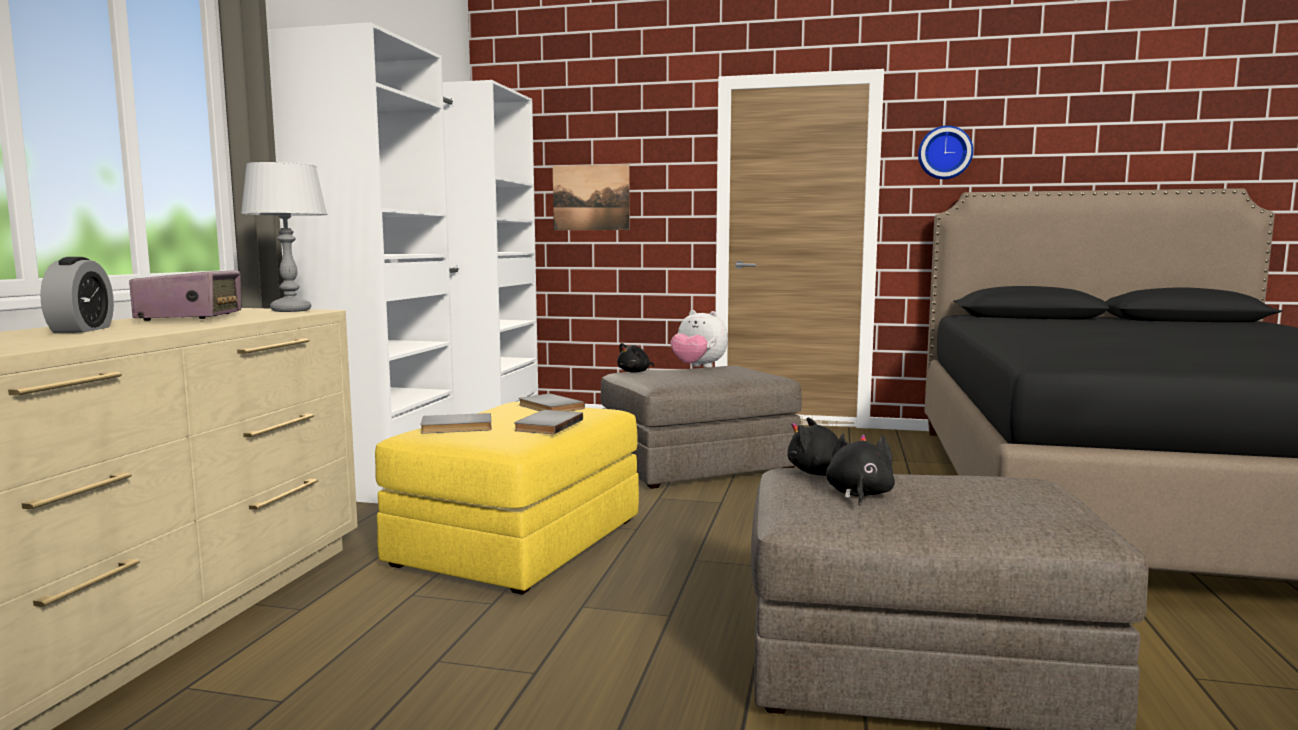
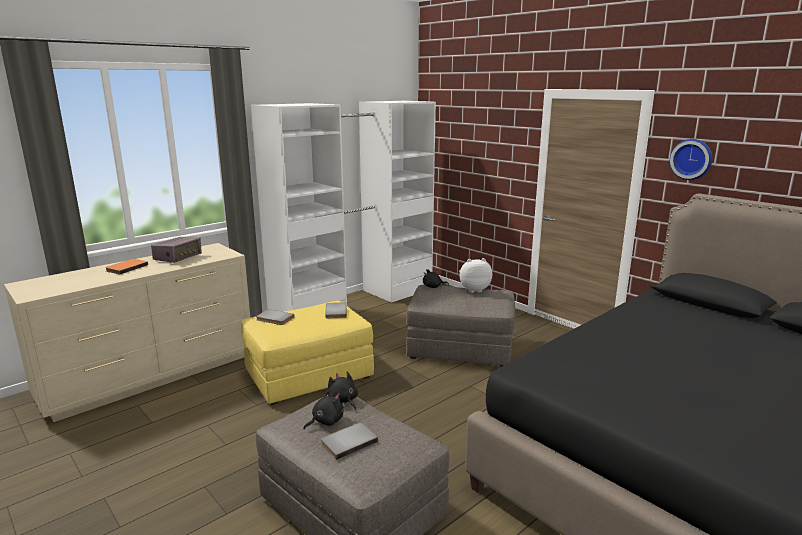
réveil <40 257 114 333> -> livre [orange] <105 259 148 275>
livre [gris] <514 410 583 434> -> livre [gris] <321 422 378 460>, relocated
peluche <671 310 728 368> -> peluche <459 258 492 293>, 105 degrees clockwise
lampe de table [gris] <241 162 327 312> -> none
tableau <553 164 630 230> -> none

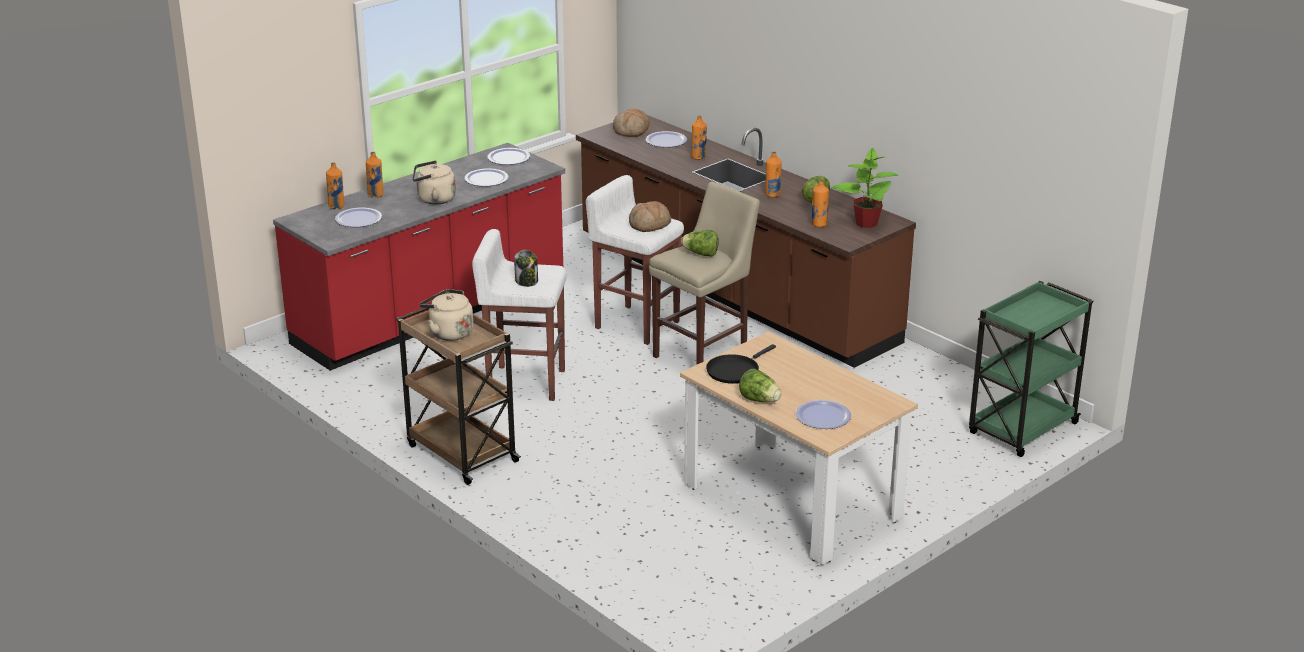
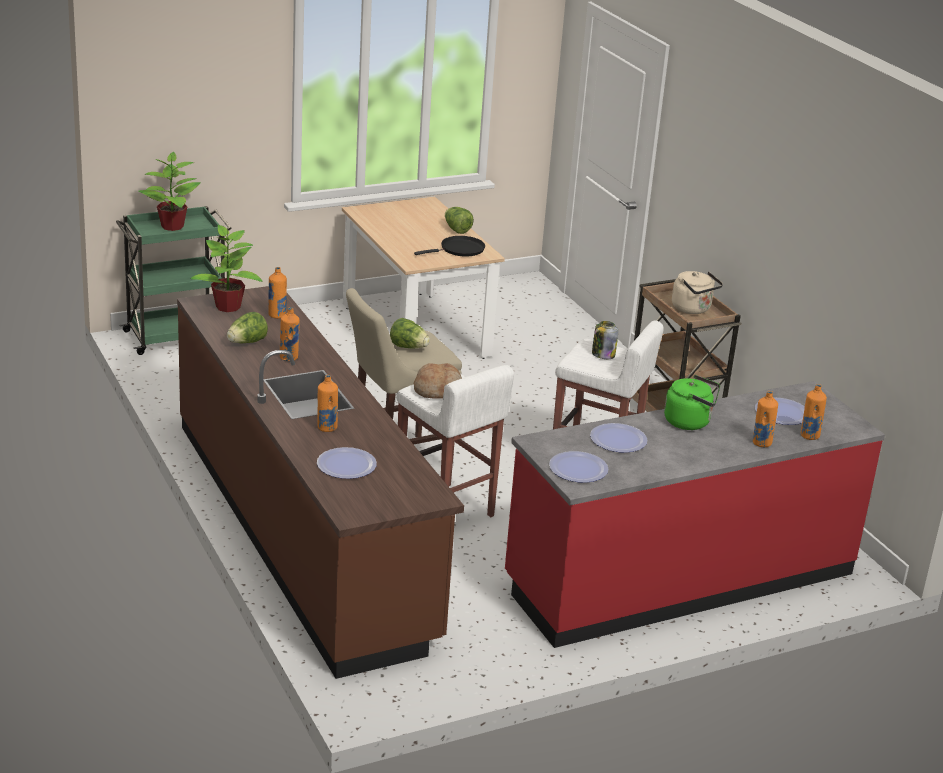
none -> plante en pot <138 152 201 231>
bouilloire [beige] <412 160 456 205> -> bouilloire [vert] <664 375 720 430>
pain <613 109 650 137> -> none
assiette <796 400 851 429> -> none

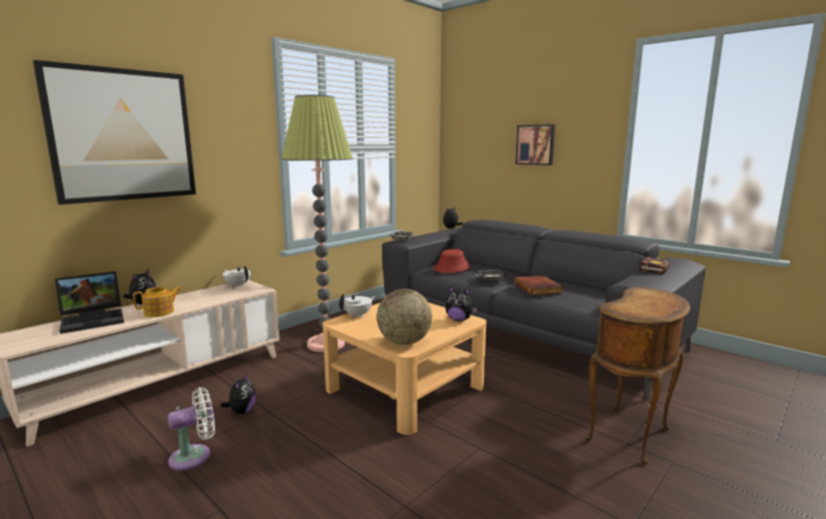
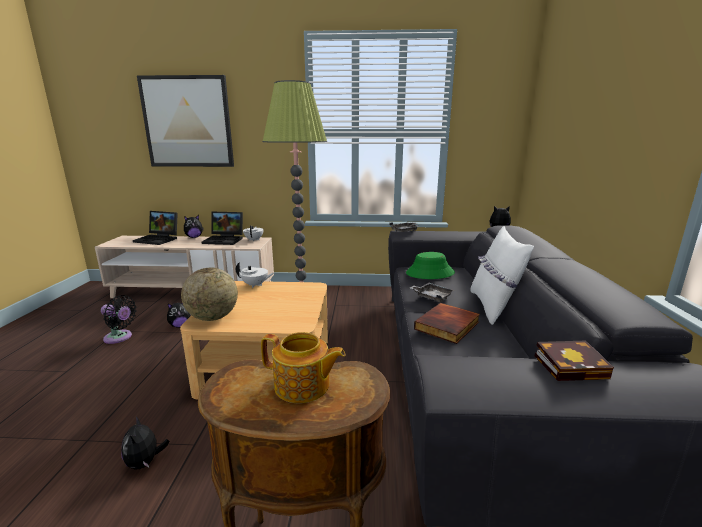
ventilateur [blanc] <168 387 215 471> -> ventilateur [noir] <101 295 137 344>
peluche <445 286 477 321> -> peluche <121 416 170 469>, relocated
none -> ordinateur portable <202 212 243 245>
théière <133 287 181 317> -> théière <261 332 346 403>, relocated
chapeau [rouge] <434 249 471 273> -> chapeau [vert] <406 252 455 279>
none -> coussin [blanc] <470 226 534 325>
tableau <516 124 555 165> -> none

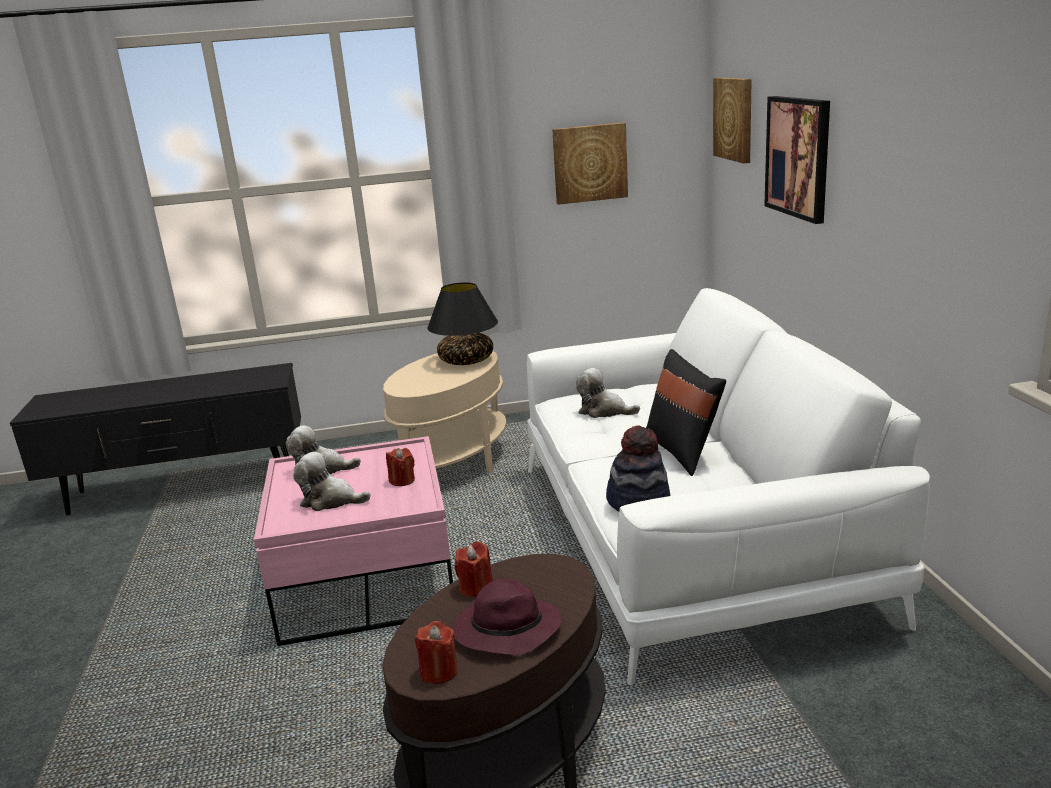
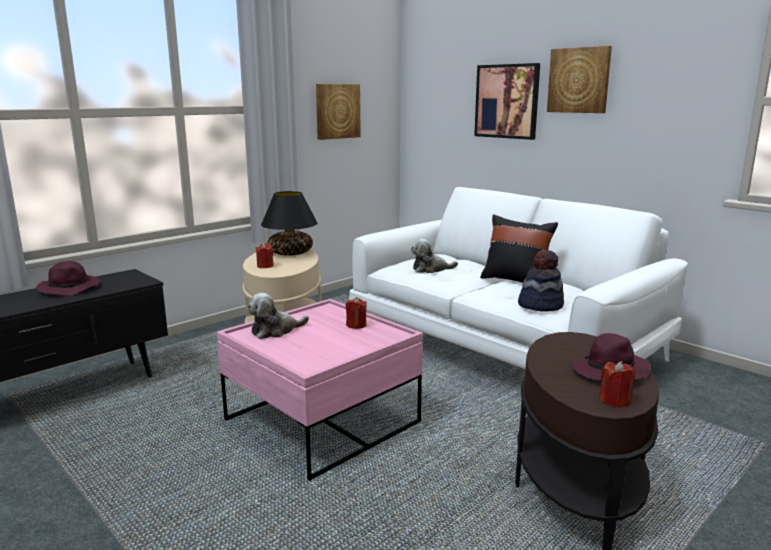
none -> chapeau [violet] <36 261 100 296>
bougie [rouge] <454 541 493 597> -> bougie [rouge] <255 243 274 268>, relocated
tableau <713 77 752 164> -> tableau <547 46 612 113>, relocated
peluche <294 452 370 511> -> none

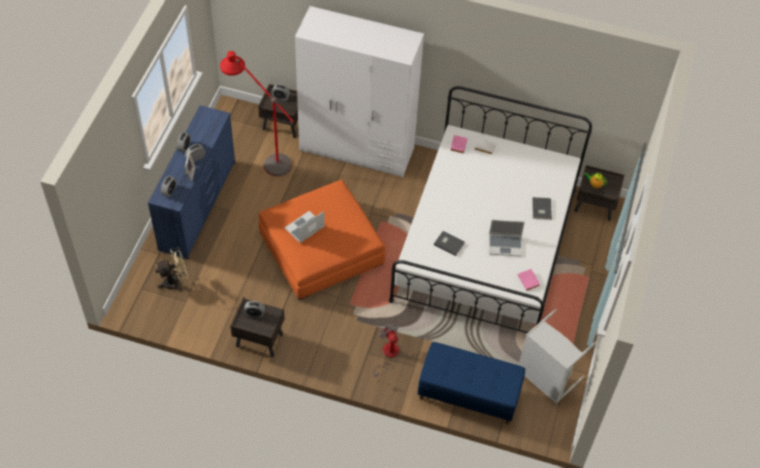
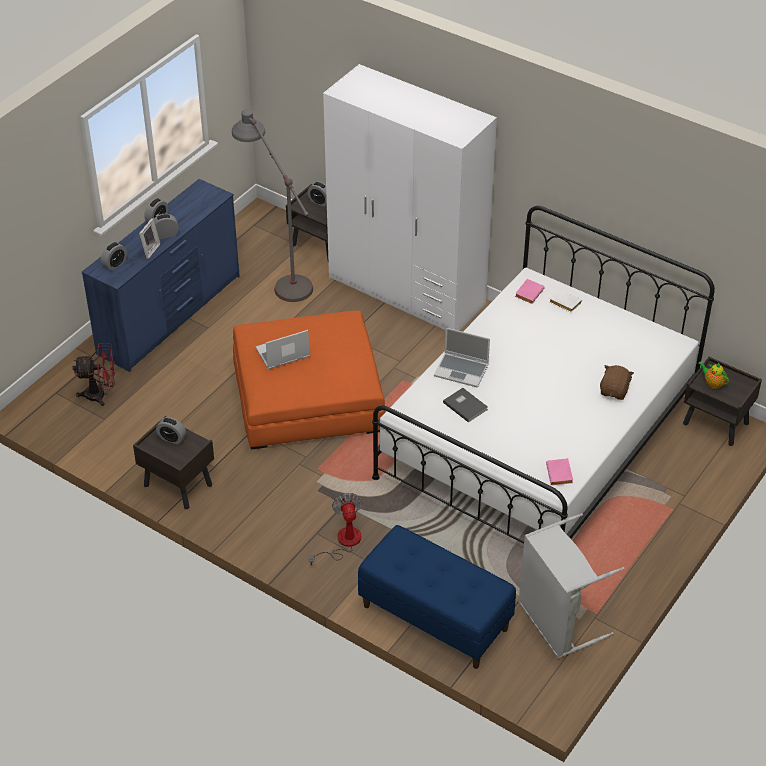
ventilateur [beige] <155 247 188 291> -> ventilateur [rouge] <73 343 115 406>
lampadaire [rouge] <220 51 294 176> -> lampadaire [gris] <232 109 313 302>
ordinateur portable <489 220 525 257> -> ordinateur portable <434 328 490 387>, relocated
livre [gris] <532 197 552 220> -> peluche [marron] <600 365 634 400>

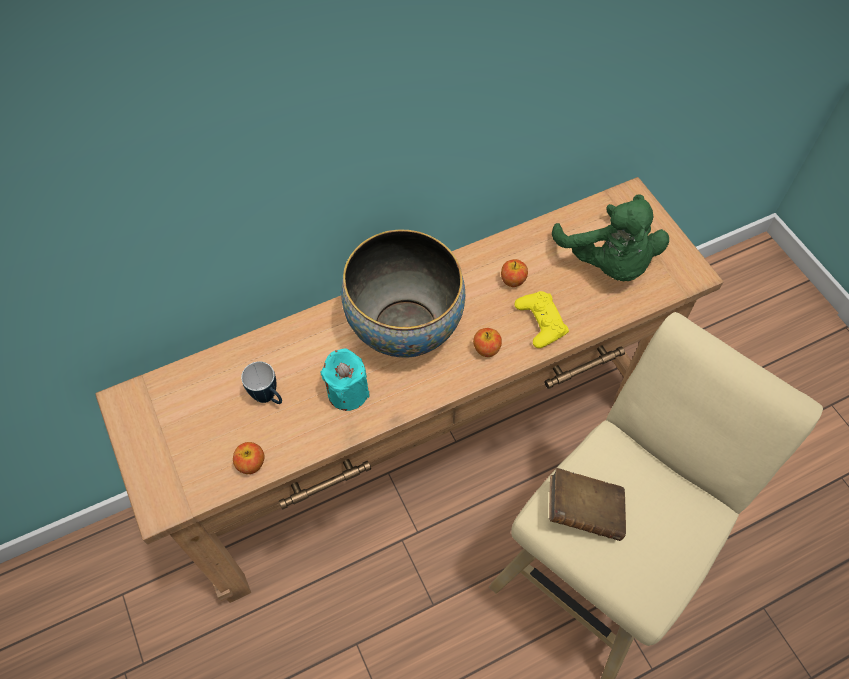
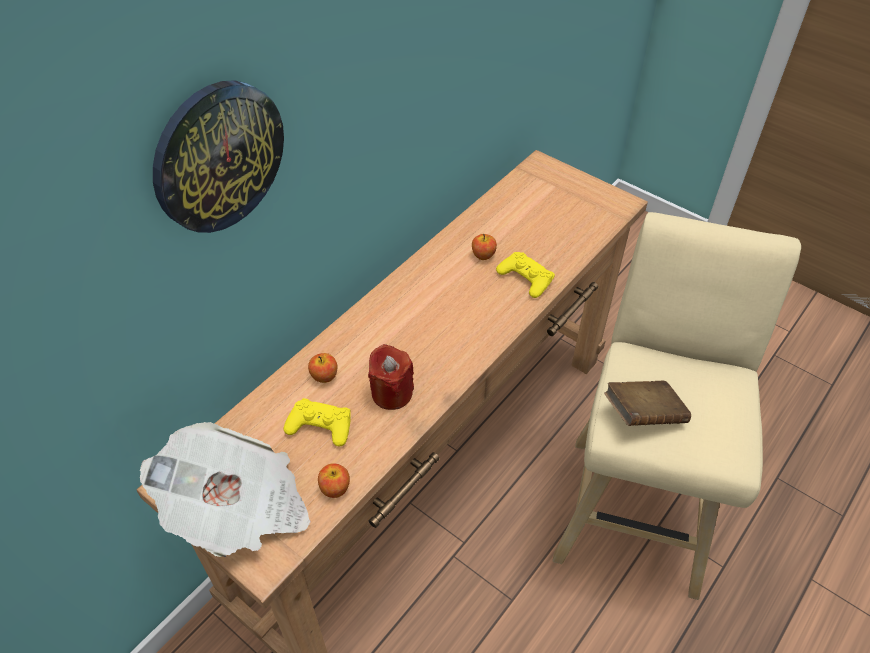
none -> journal <140 422 311 557>
none -> horloge murale <153 80 284 233>
mug <241 361 282 404> -> manette [jaune] <283 398 351 446>
pomme <473 328 502 357> -> pomme <308 353 338 383>, relocated
bougie [turquoise] <320 348 370 411> -> bougie [rouge] <368 344 414 410>
bol <341 230 465 358> -> none
peluche [vert] <552 194 669 281> -> none

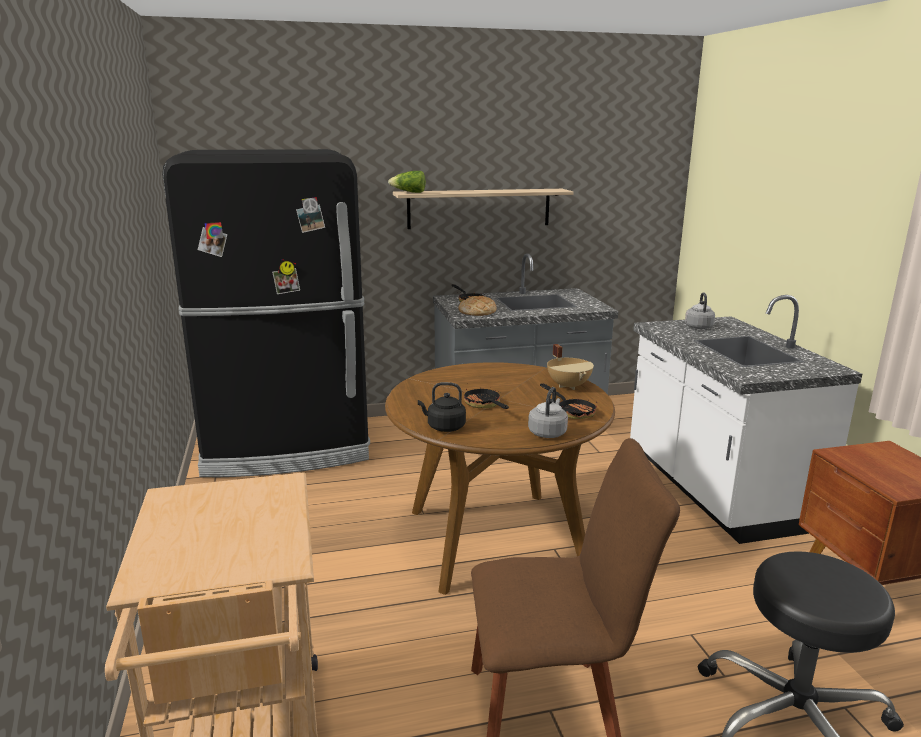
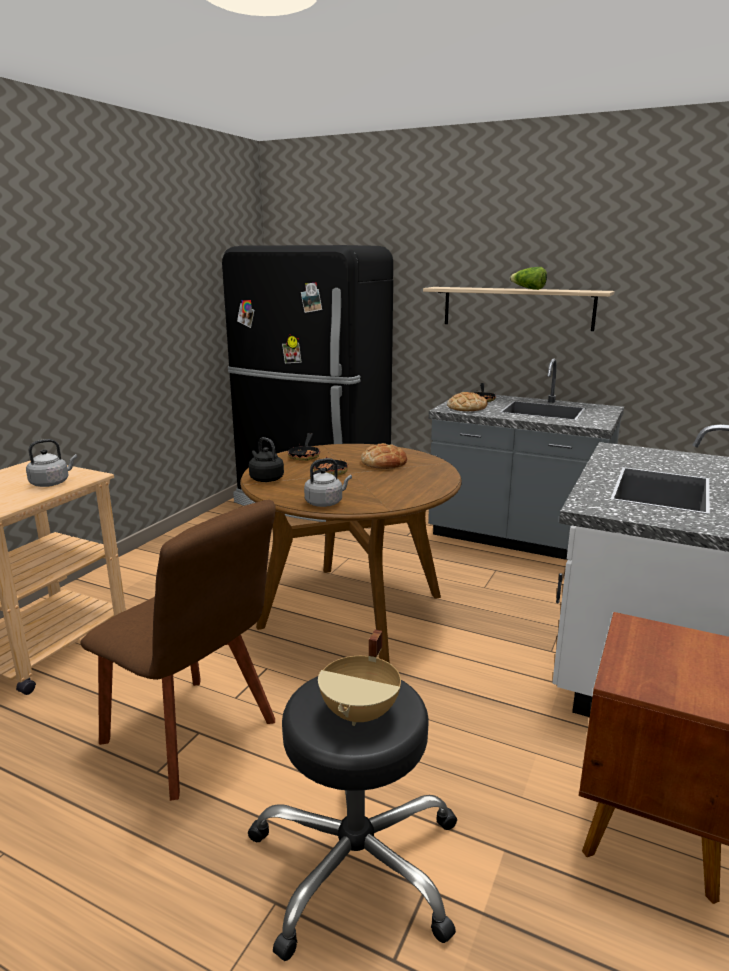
bouilloire [gris] <685 292 715 329> -> bouilloire [gris] <26 439 77 487>, relocated
poêle <540 383 597 419> -> poêle <288 433 320 461>, relocated
marmite [beige] <547 344 594 390> -> marmite [beige] <318 630 401 726>, relocated
none -> pain <361 443 407 469>
laitue <388 171 426 193> -> laitue <510 267 547 290>, relocated

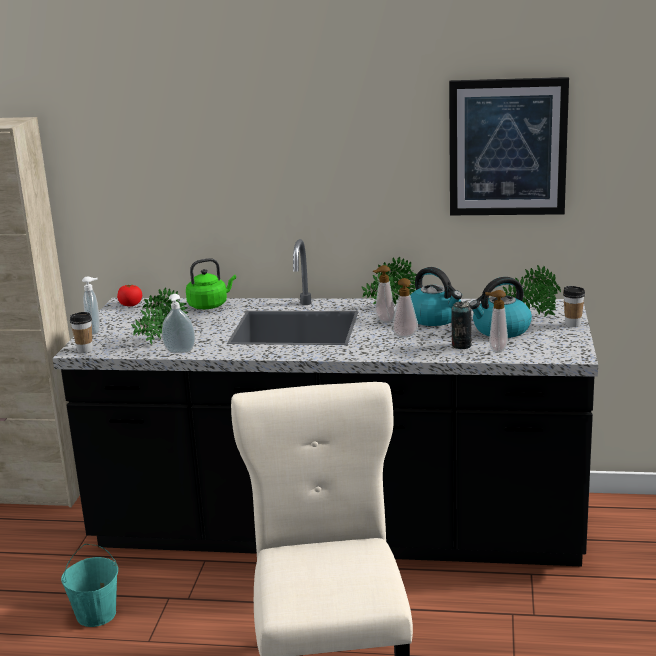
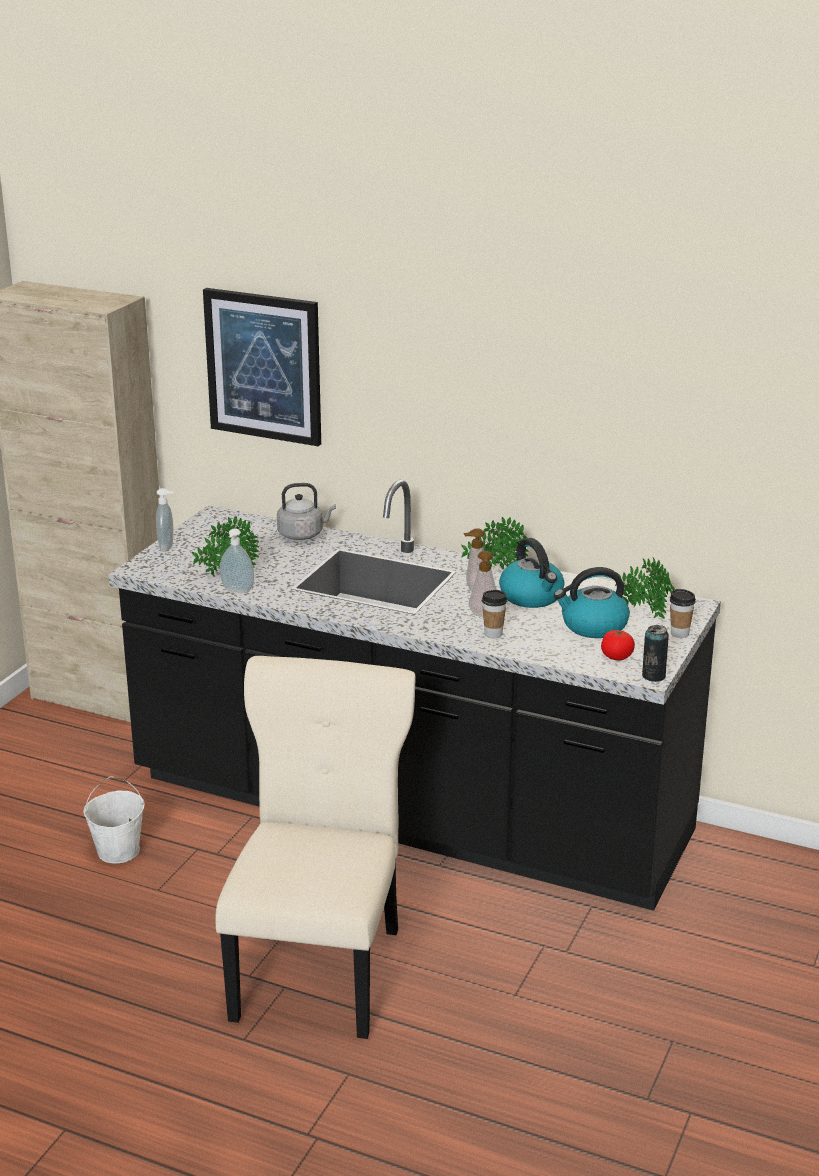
seau [turquoise] <61 544 118 627> -> seau [blanc] <84 776 144 864>
tableau <449 77 569 215> -> tableau <203 288 321 446>, relocated
bouilloire [vert] <186 258 236 309> -> bouilloire [gris] <277 483 336 540>
tasse <70 312 93 353> -> tasse <482 590 507 638>, relocated
tomate <117 285 142 306> -> tomate <601 630 635 660>, relocated
boîte métallique <451 301 472 349> -> boîte métallique <642 625 669 682>, relocated
distributeur de savon <485 290 508 353> -> none

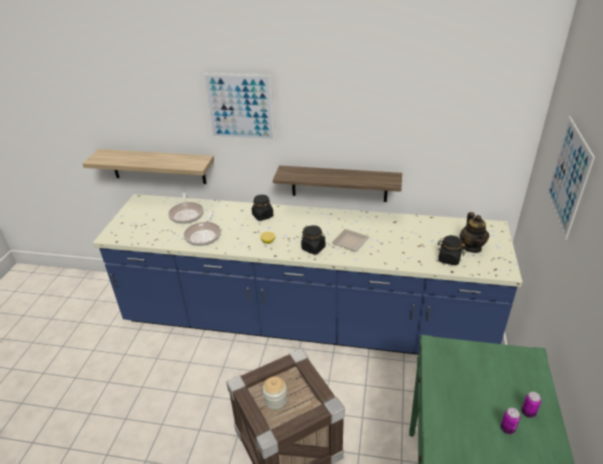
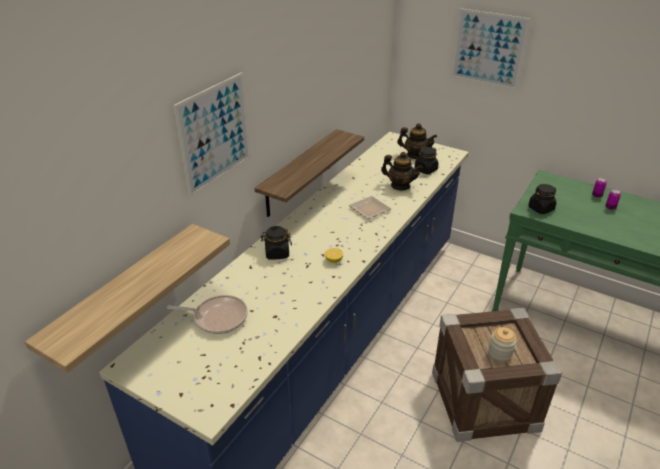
none -> théière <381 152 423 190>
bocal [noir] <301 225 325 254> -> bocal [noir] <528 184 556 214>, relocated
poêle <184 210 221 246> -> none

